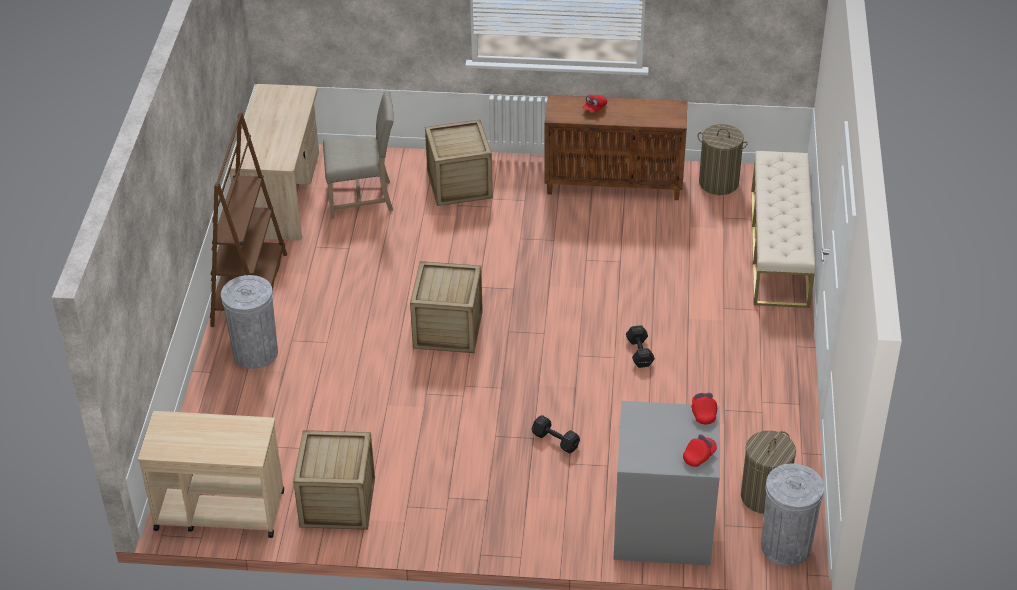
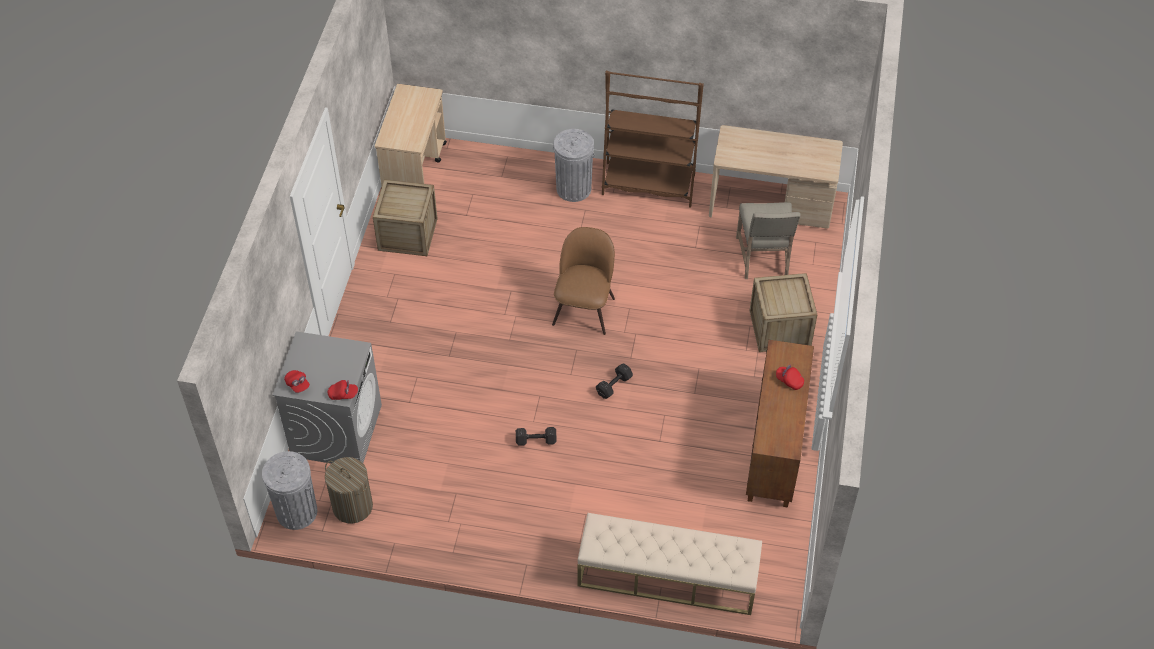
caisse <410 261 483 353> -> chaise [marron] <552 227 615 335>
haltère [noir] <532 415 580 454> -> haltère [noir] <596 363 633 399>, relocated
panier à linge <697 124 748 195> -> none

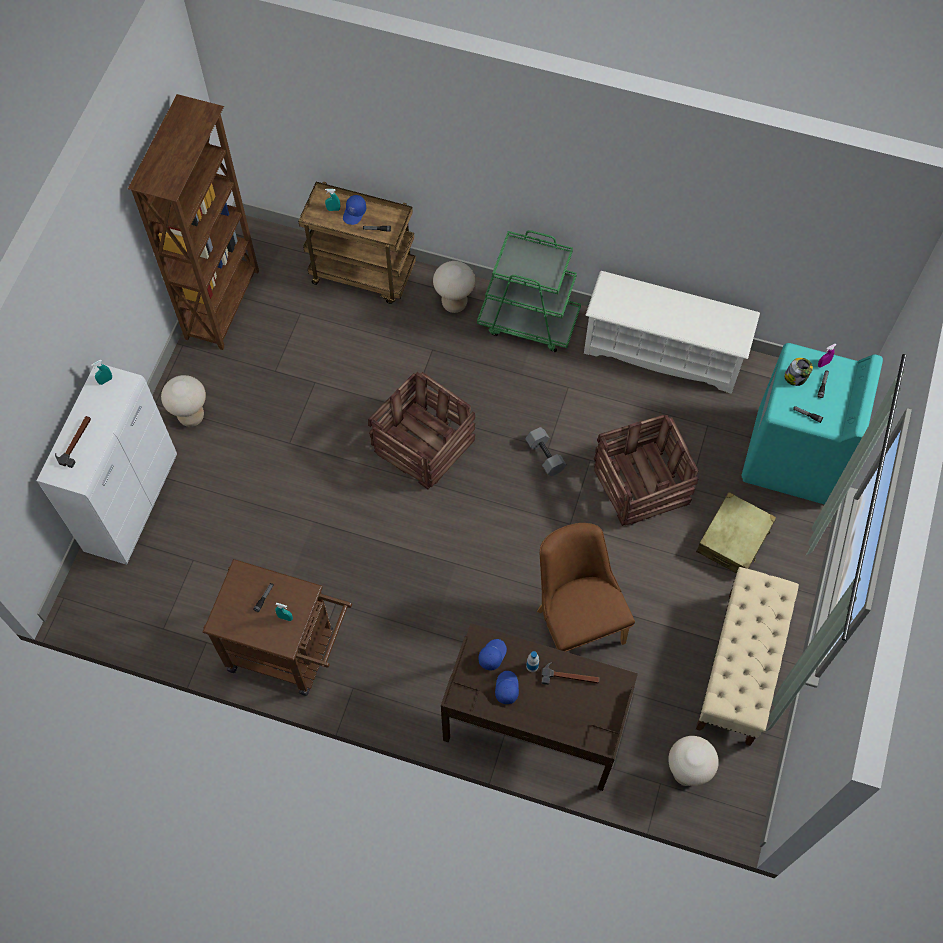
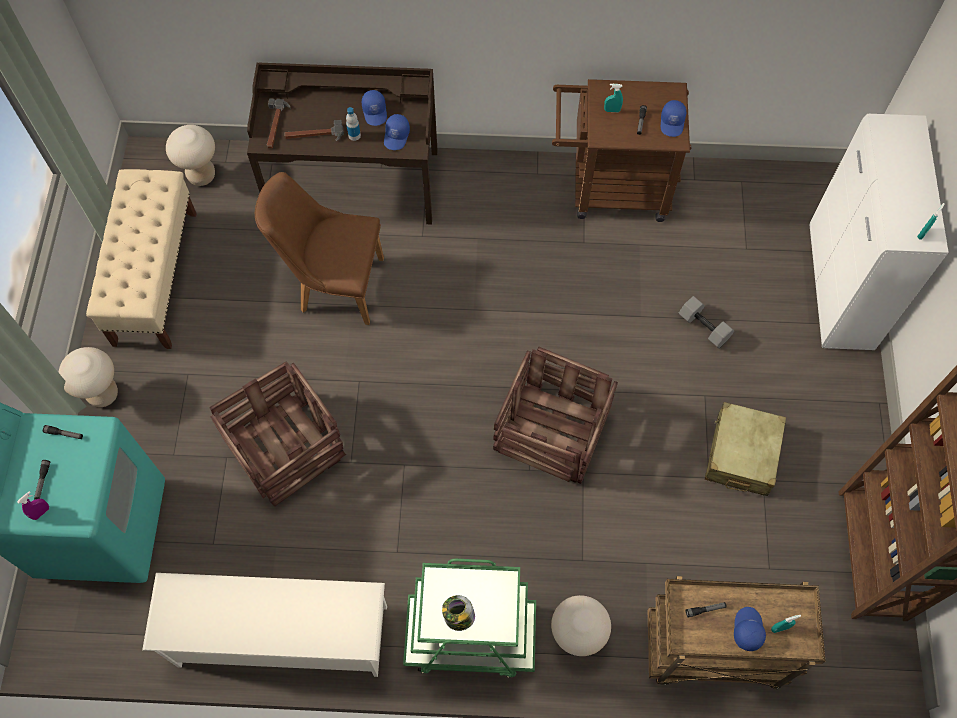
tabouret [beige] <161 375 206 427> -> tabouret [beige] <59 347 118 407>, relocated
chaise [marron] <537 523 635 652> -> chaise [marron] <255 172 384 325>, 135 degrees clockwise
marteau <55 416 91 468> -> marteau <267 98 291 149>, relocated
bocal <784 358 813 386> -> bocal <442 595 475 631>, relocated
none -> casquette [bleu] <661 100 686 137>
haltère [gris] <525 427 567 477> -> haltère [gris] <678 296 734 348>, relocated
valise [beige] <696 492 777 573> -> valise [beige] <705 402 786 496>, relocated

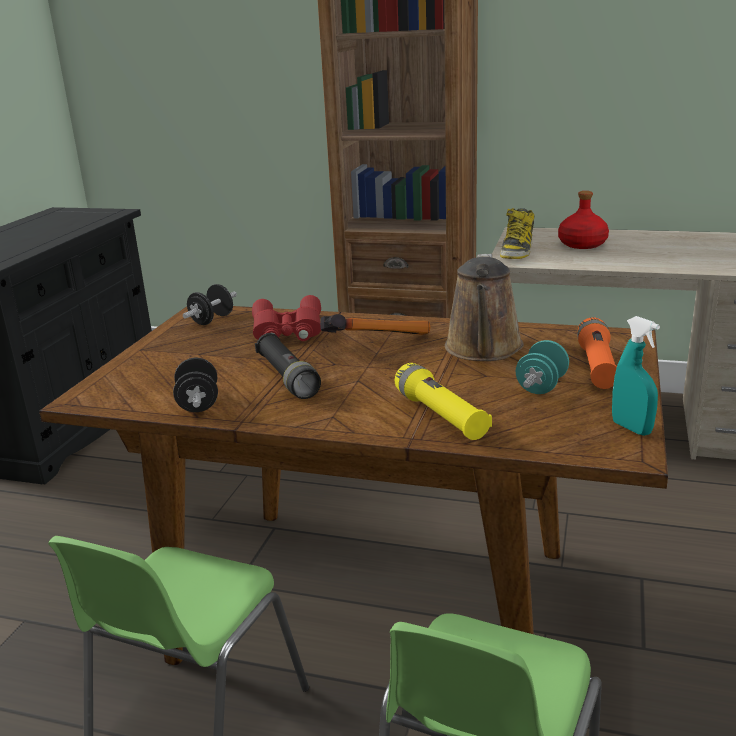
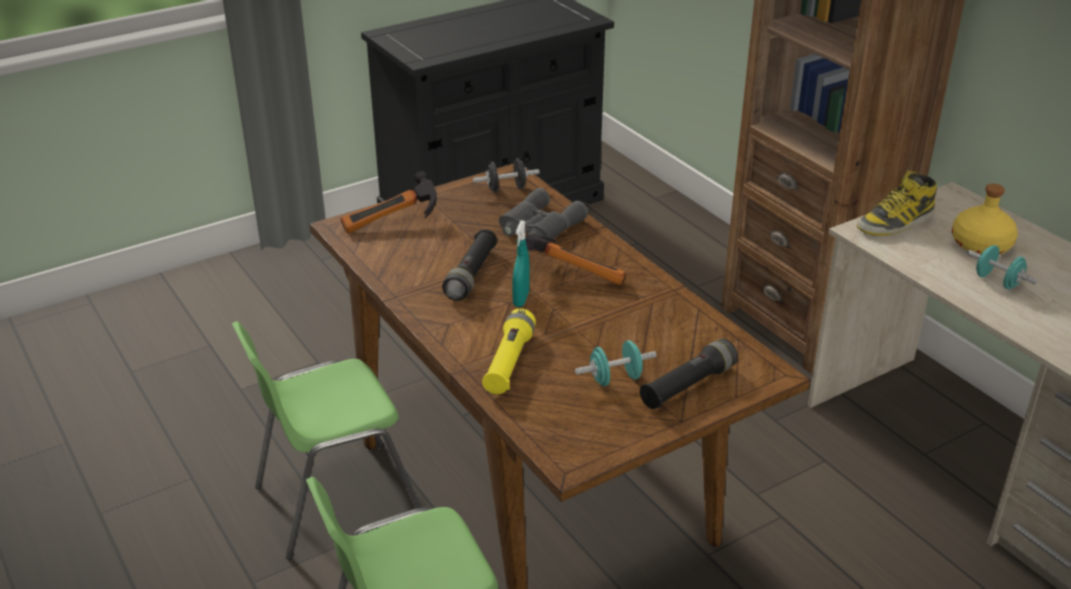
none -> marteau <340 171 437 233>
jumelles [rouge] <252 295 321 341> -> jumelles [gris] <499 188 588 242>
vaporisateur [turquoise] <612 316 660 436> -> vaporisateur [turquoise] <512 220 530 307>, relocated
lampe de poche [orange] <577 317 617 389> -> lampe de poche [noir] <640 339 738 409>
bouteille [rouge] <558 191 609 249> -> bouteille [jaune] <952 184 1018 254>
none -> haltère [turquoise] <967 245 1038 289>
haltère [noir] <173 358 218 412> -> none
arrosoir [marron] <445 254 524 361> -> none

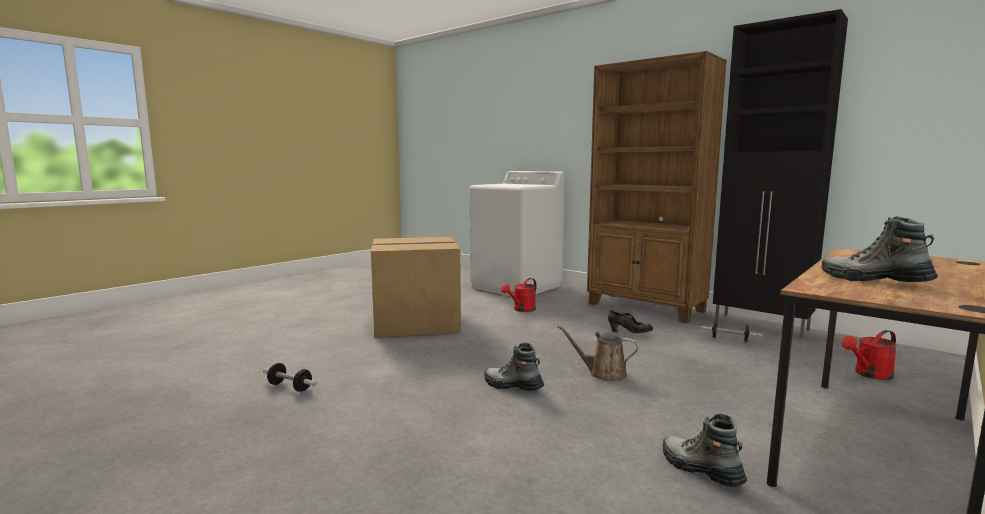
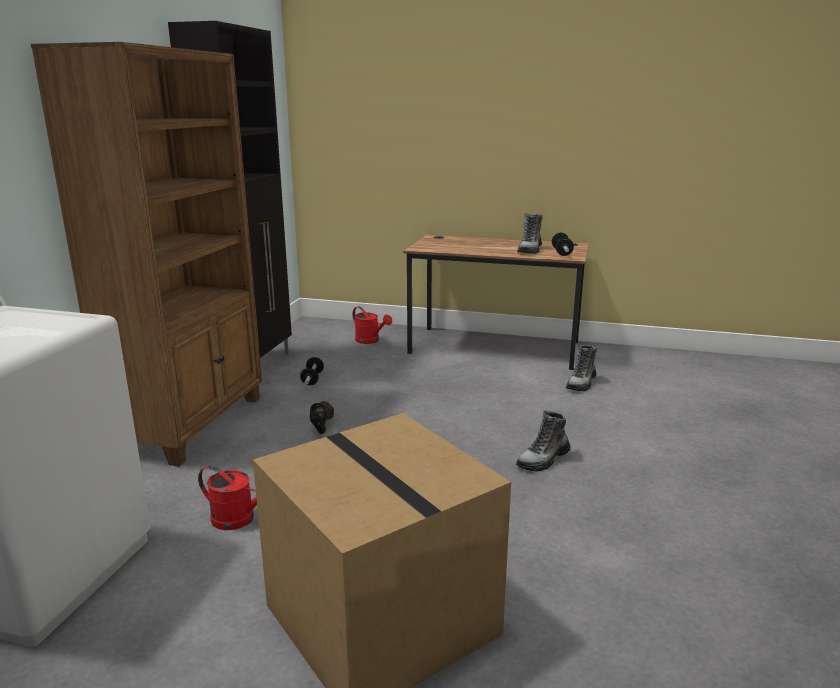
botte <484 343 544 391> -> botte <516 410 571 471>, 45 degrees clockwise
haltère <263 363 318 392> -> haltère <552 233 574 256>, relocated
arrosoir [marron] <558 325 638 381> -> none

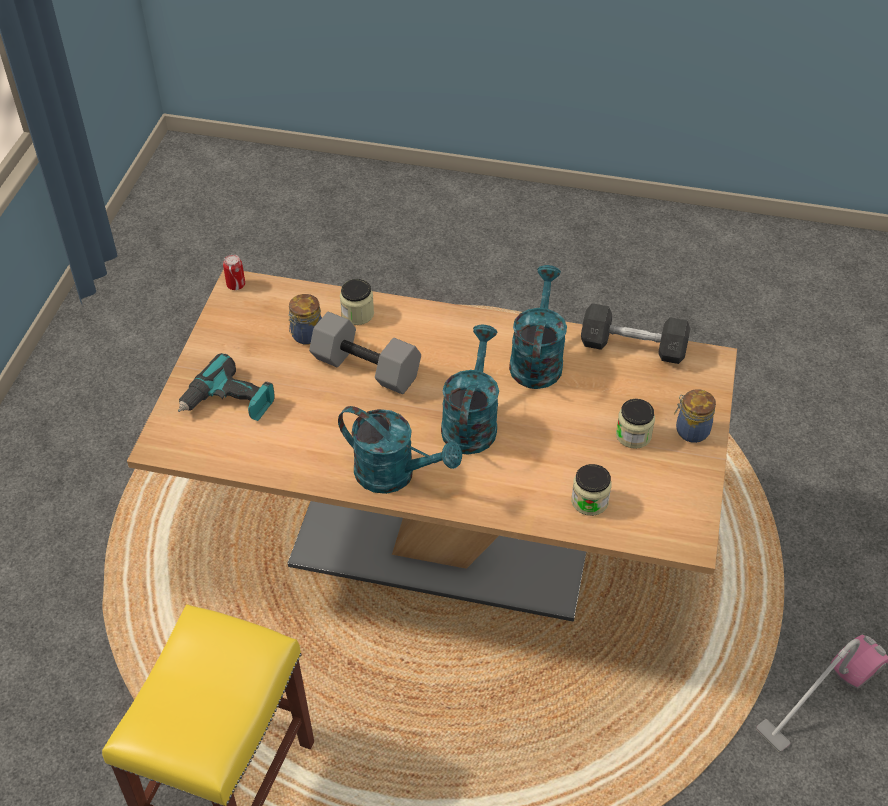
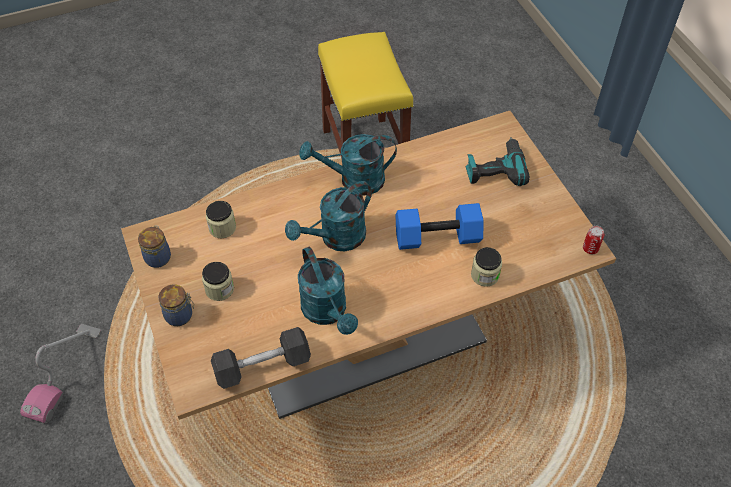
bocal <288 294 322 345> -> bocal <138 226 171 268>, relocated
arrosoir [turquoise] <441 324 499 455> -> arrosoir [turquoise] <285 181 372 251>, 75 degrees clockwise
haltère [gris] <309 312 421 394> -> haltère [bleu] <395 203 484 250>

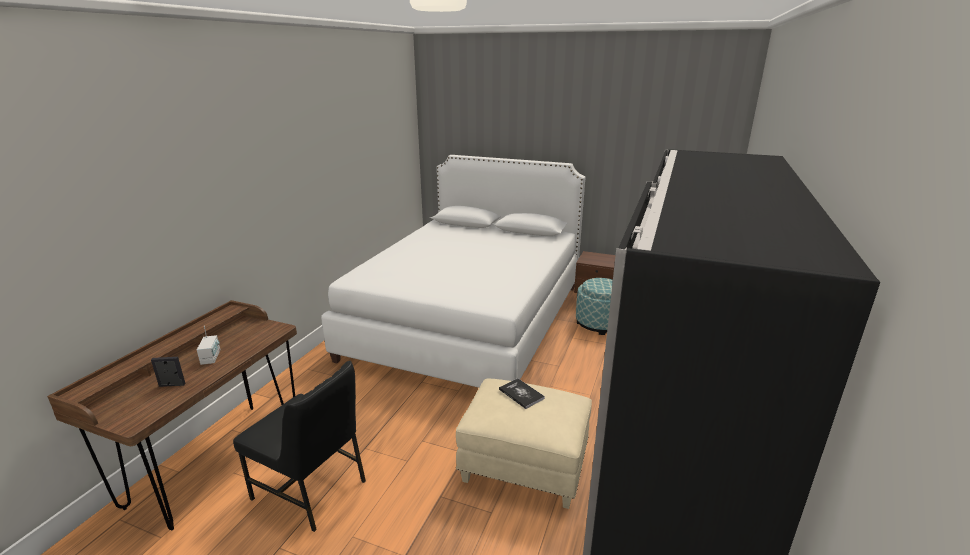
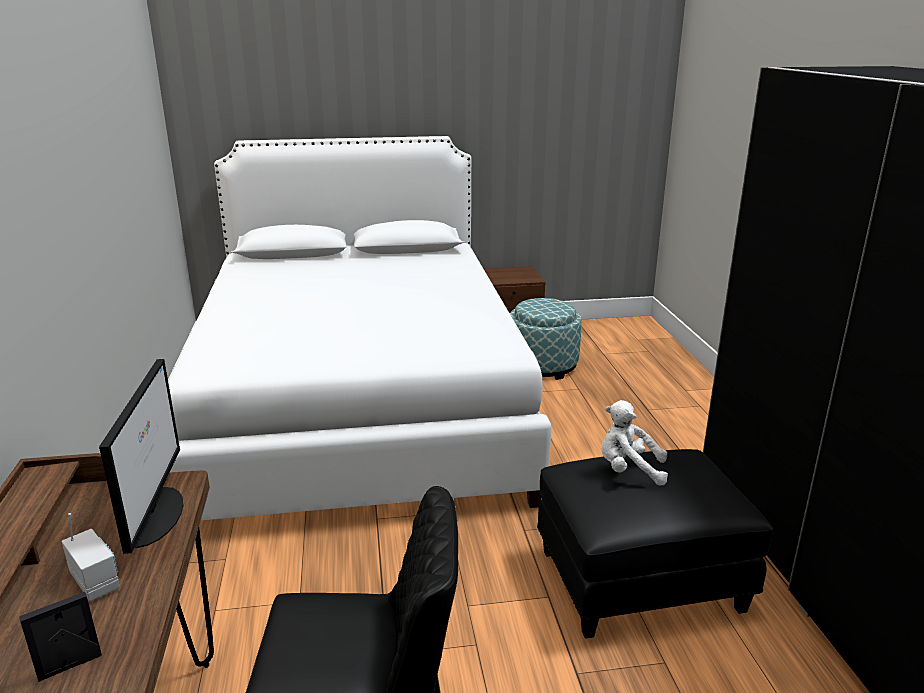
none -> écran d'ordinateur <99 359 184 554>
pouf [beige] <456 378 592 509> -> pouf [noir] <537 449 773 639>
livre <499 378 545 409> -> peluche [blanc] <601 400 668 486>

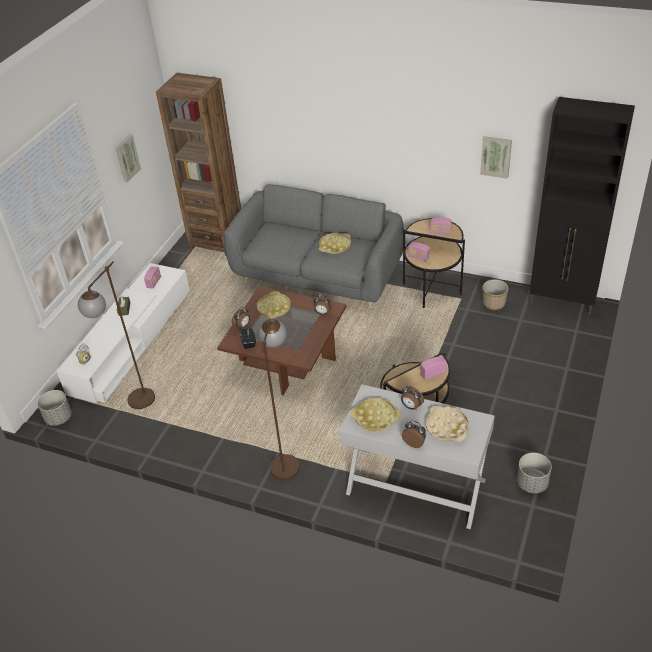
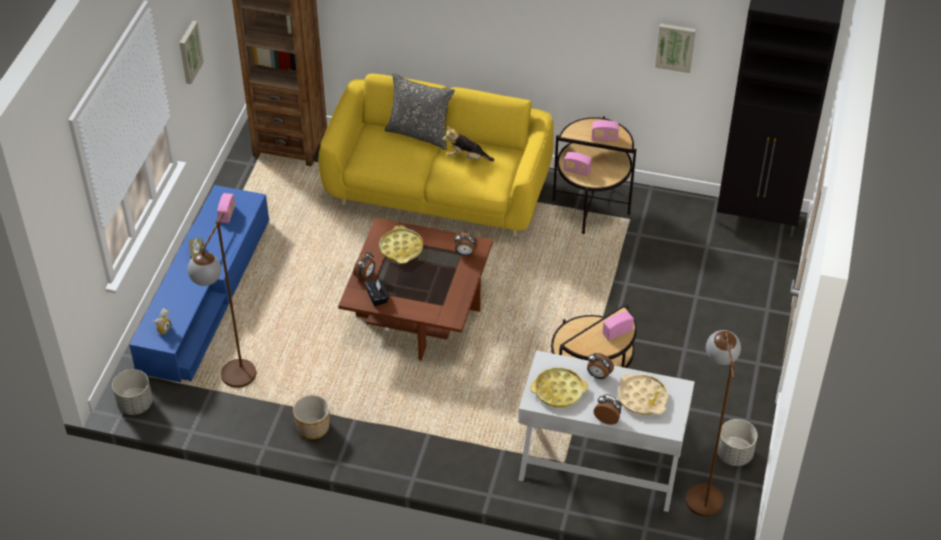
meuble télé [blanc] <56 263 190 403> -> meuble télé [bleu] <129 185 269 382>
cache-pot <483 279 508 310> -> cache-pot <293 395 329 439>, relocated
canapé [gris] <224 184 404 308> -> canapé [jaune] <318 74 554 237>
none -> coussin [gris] <385 73 455 150>
plateau [jaune] <319 233 351 254> -> peluche <442 126 494 161>
lampadaire [marron] <258 319 300 480> -> lampadaire [marron] <686 330 741 517>, relocated

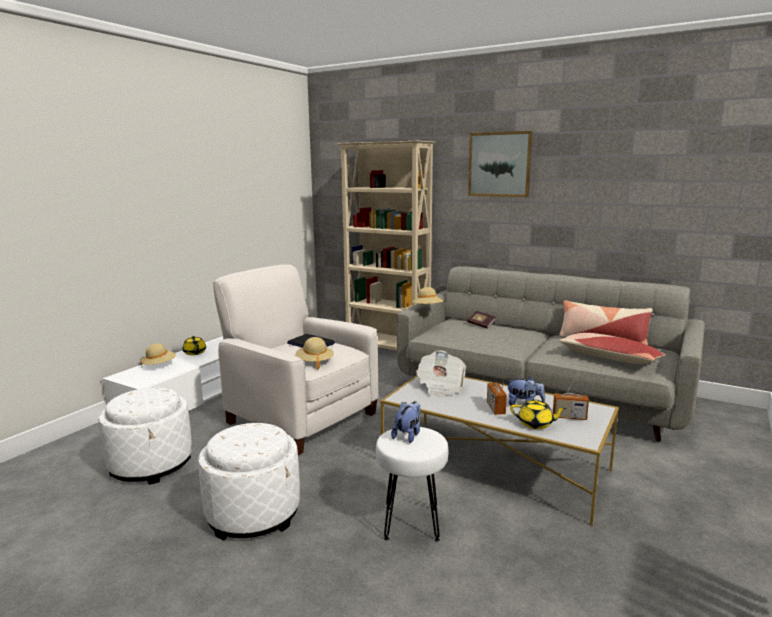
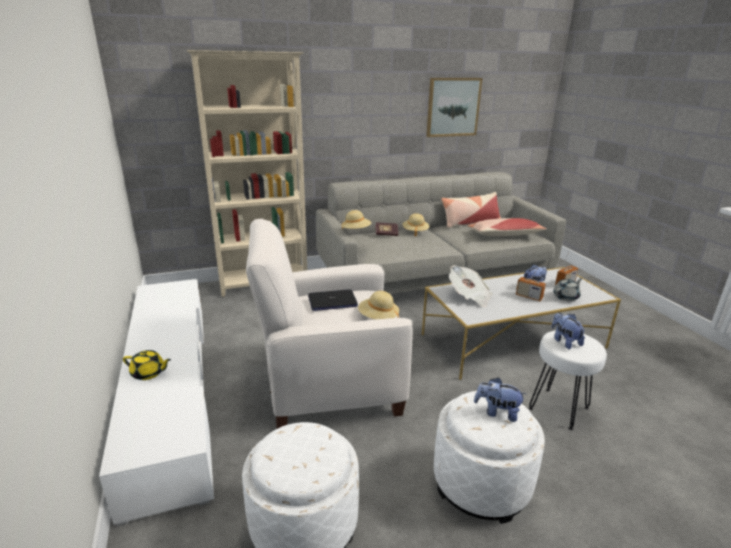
chapeau [beige] <141 343 176 365> -> chapeau [beige] <402 213 430 237>, relocated
tableau <468 131 533 197> -> tableau <426 78 483 137>, relocated
none -> peluche <474 377 526 422>
théière [jaune] <510 399 567 429> -> théière [gris] <553 278 582 301>

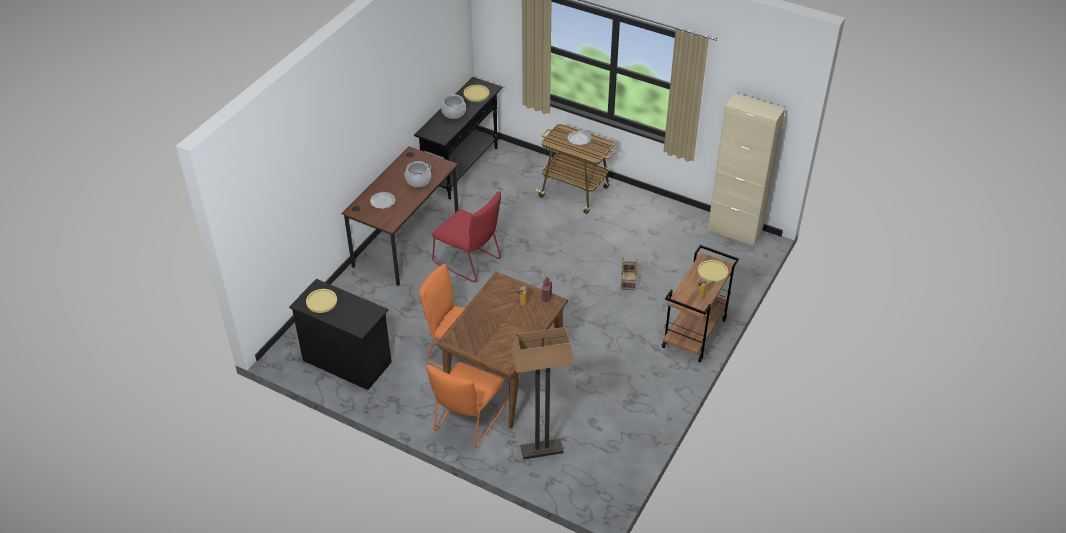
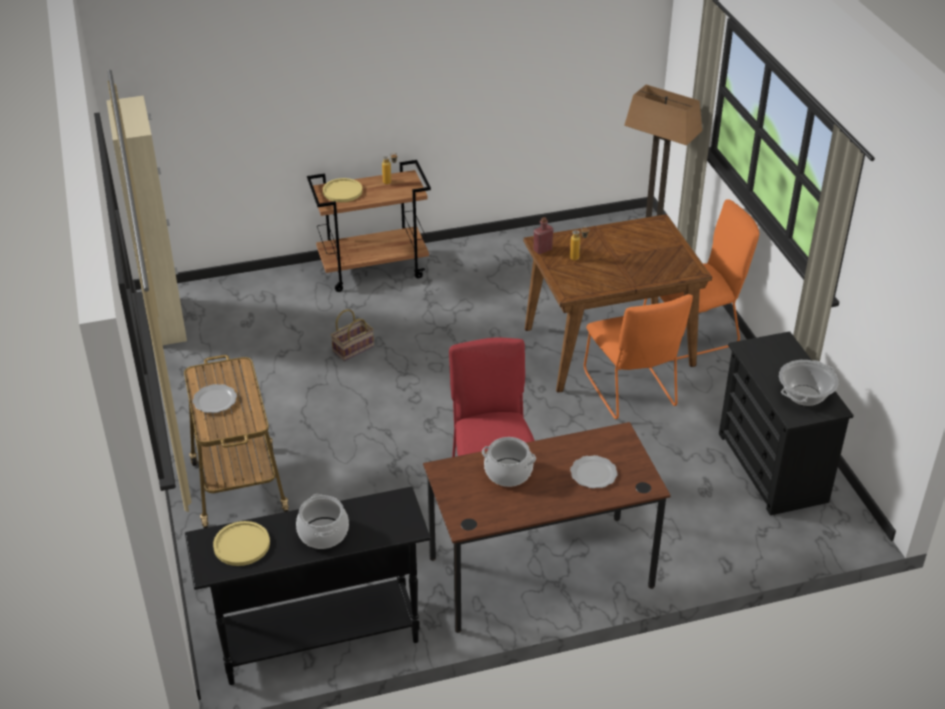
assiette [jaune] <306 289 337 313> -> marmite <779 360 839 406>

